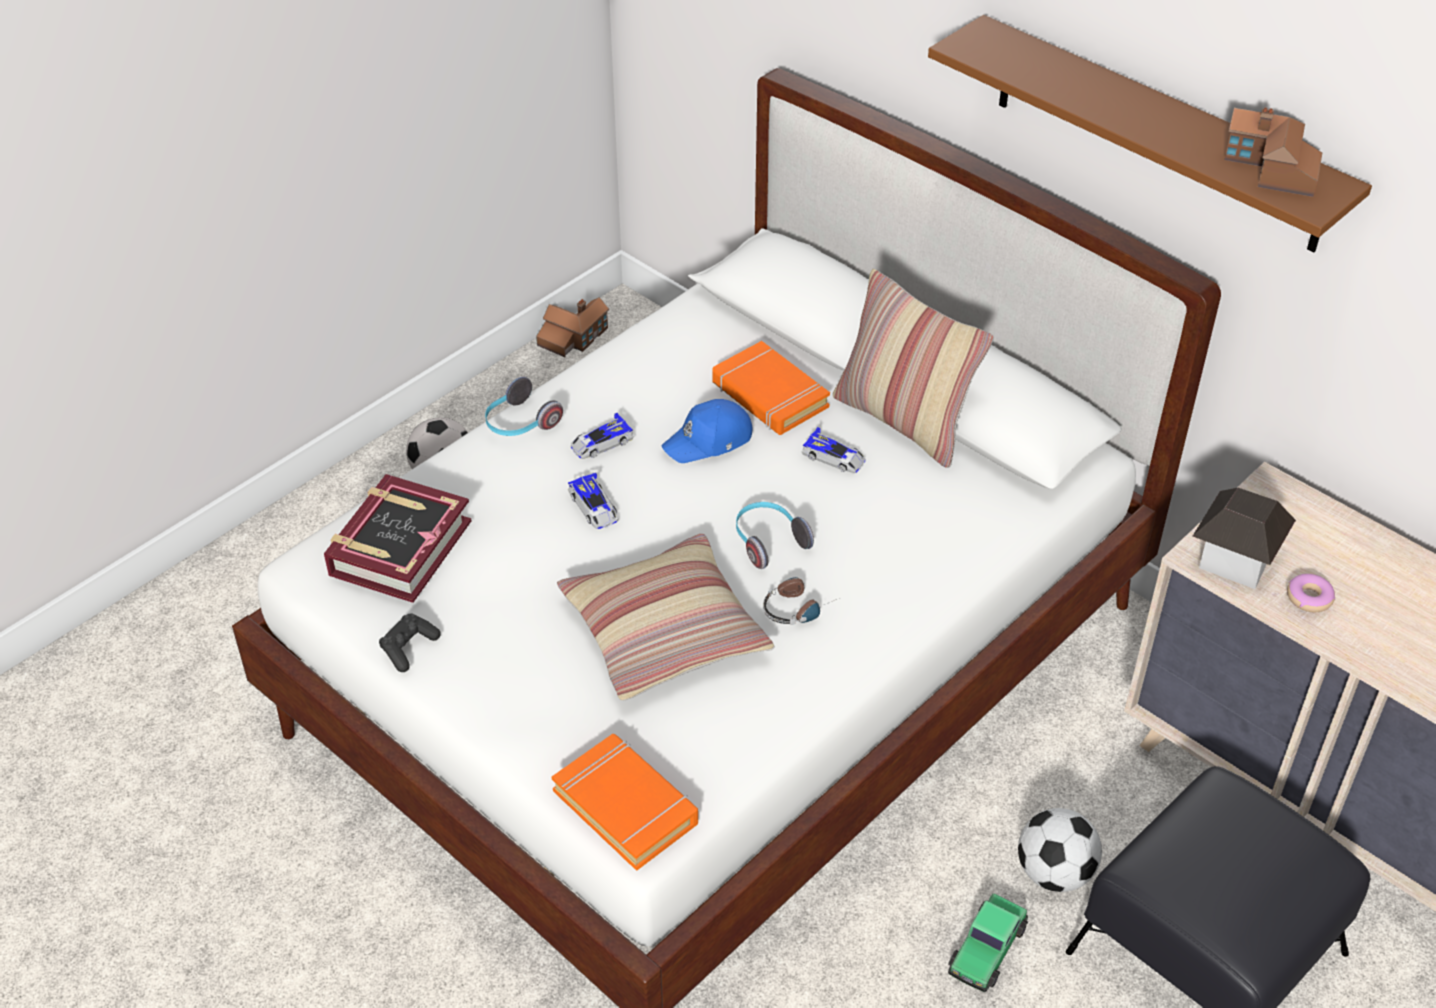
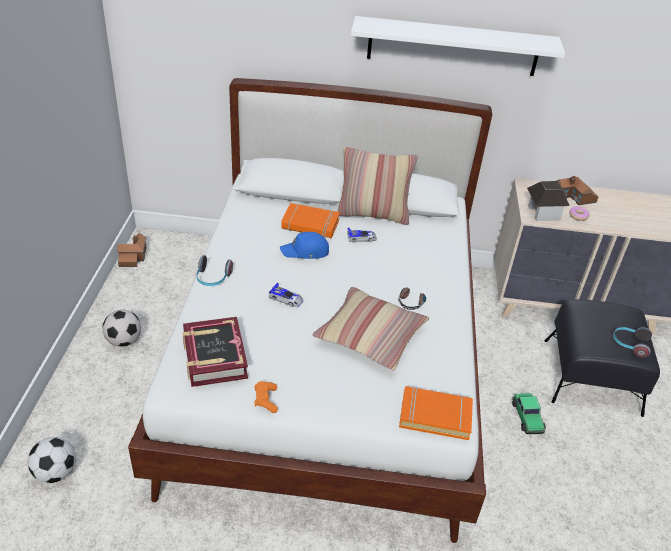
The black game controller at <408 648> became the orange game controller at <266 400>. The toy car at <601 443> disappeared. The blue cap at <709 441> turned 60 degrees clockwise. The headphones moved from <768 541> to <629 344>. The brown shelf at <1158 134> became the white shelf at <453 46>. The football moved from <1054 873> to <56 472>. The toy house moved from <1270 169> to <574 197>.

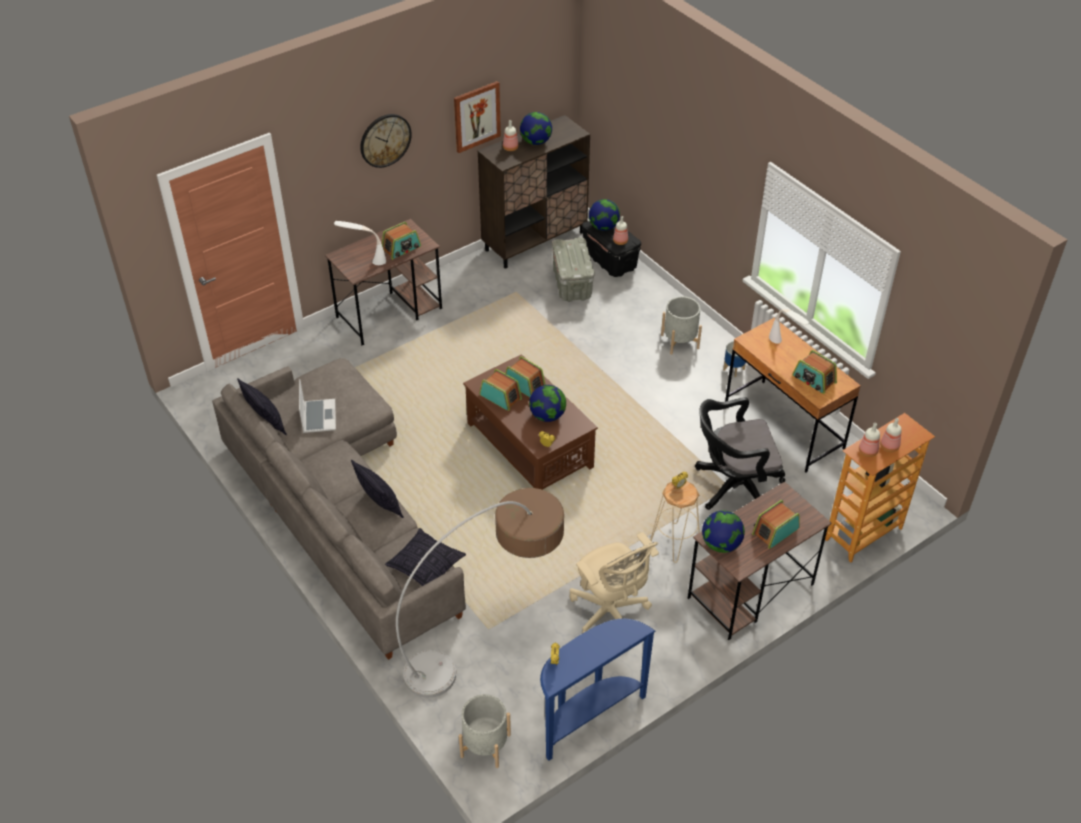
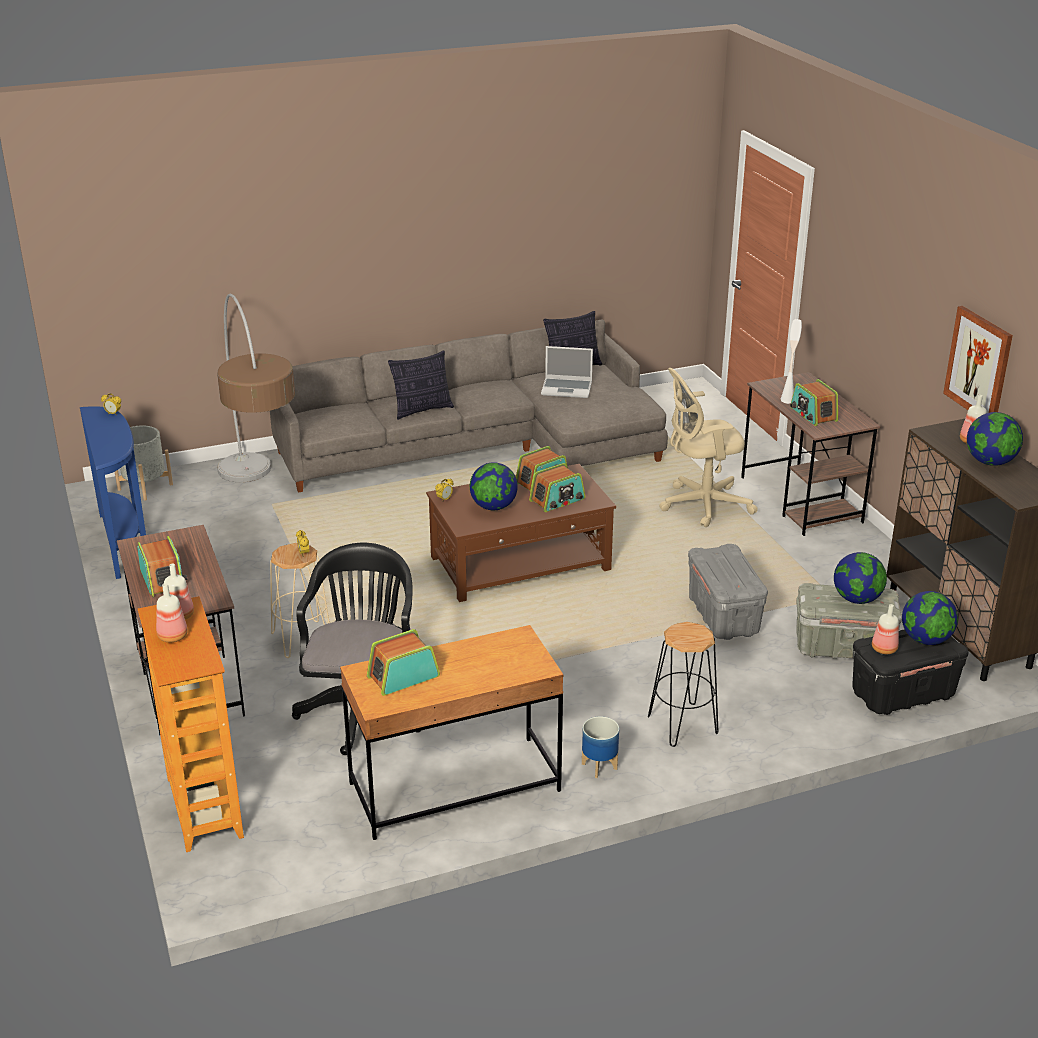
The wall clock at <385 140> disappeared. The pillow at <425 566> disappeared. The beige office chair moved from <611 614> to <701 505>. The grey planter at <680 341> was replaced by the black stool at <682 725>. The globe moved from <721 544> to <857 599>. The white table lamp at <785 349> disappeared. The grey storage box at <722 615> appeared.

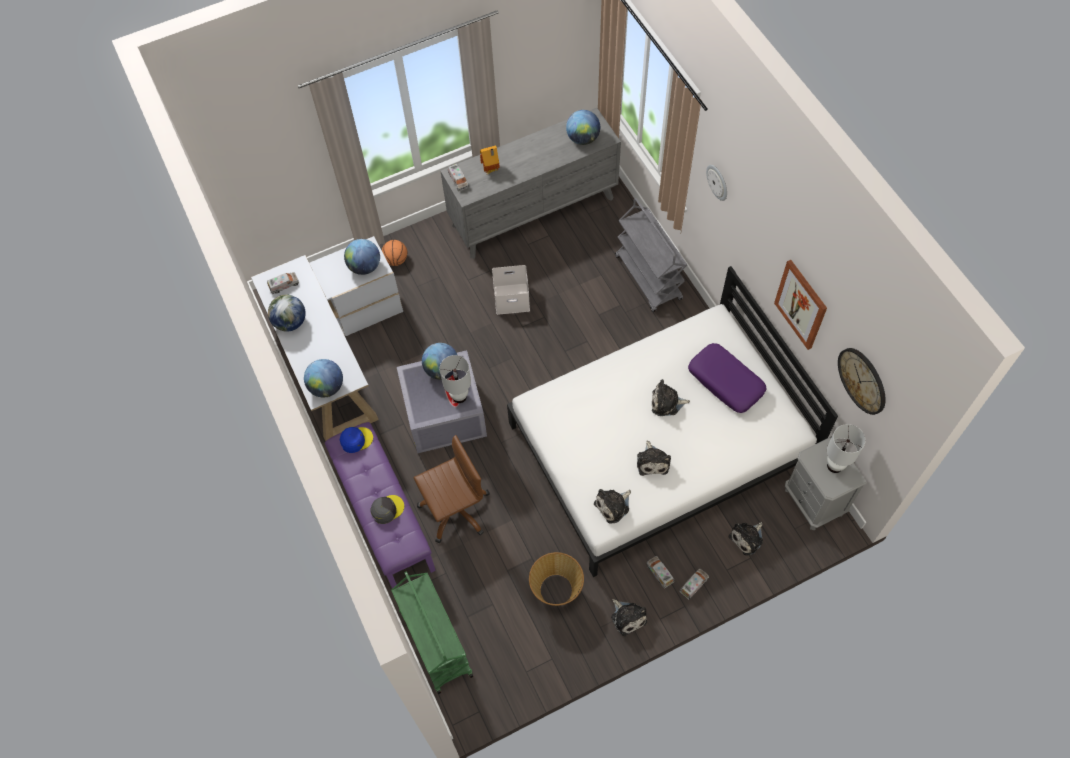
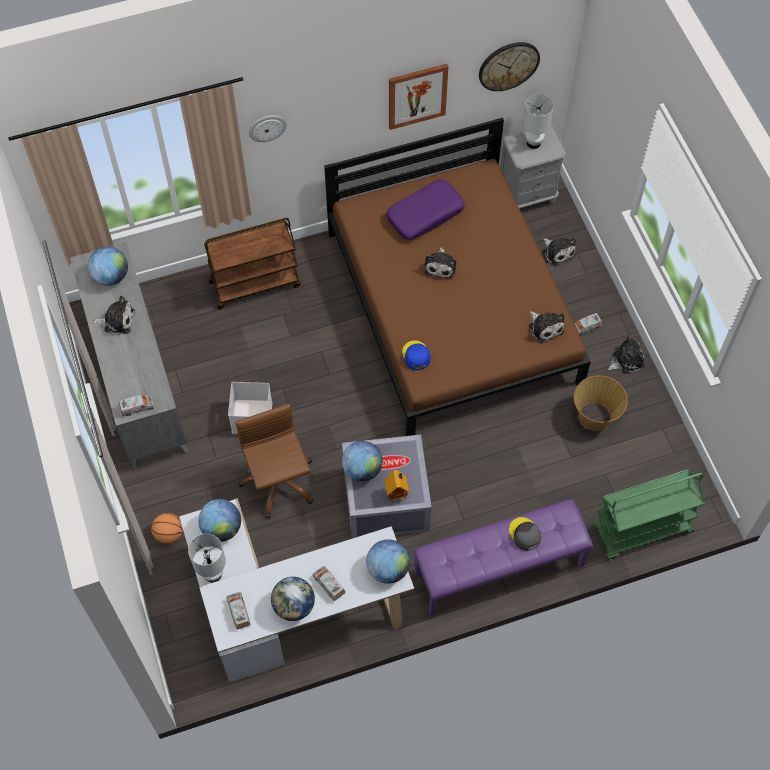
The blue cap moved from <356 440> to <416 356>. The brown office chair moved from <455 509> to <278 482>. The white table lamp moved from <460 396> to <213 574>. The toy house moved from <491 170> to <397 494>. The white bed at <659 445> became the brown bed at <453 305>. The grey cart at <648 278> became the brown cart at <255 283>. The plush toy moved from <652 461> to <117 320>. The toy truck moved from <693 585> to <329 585>.

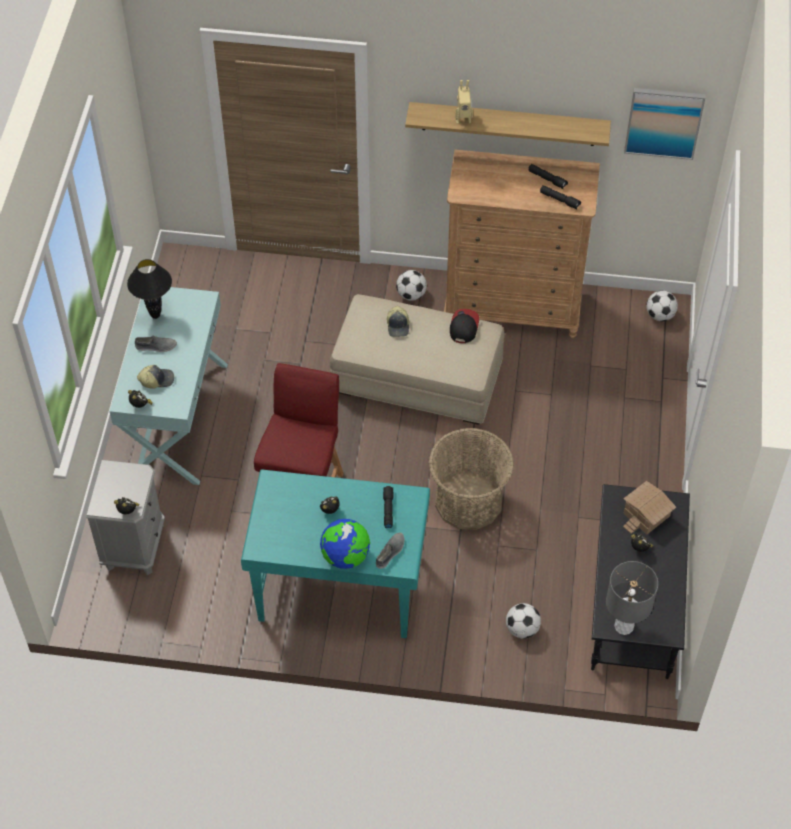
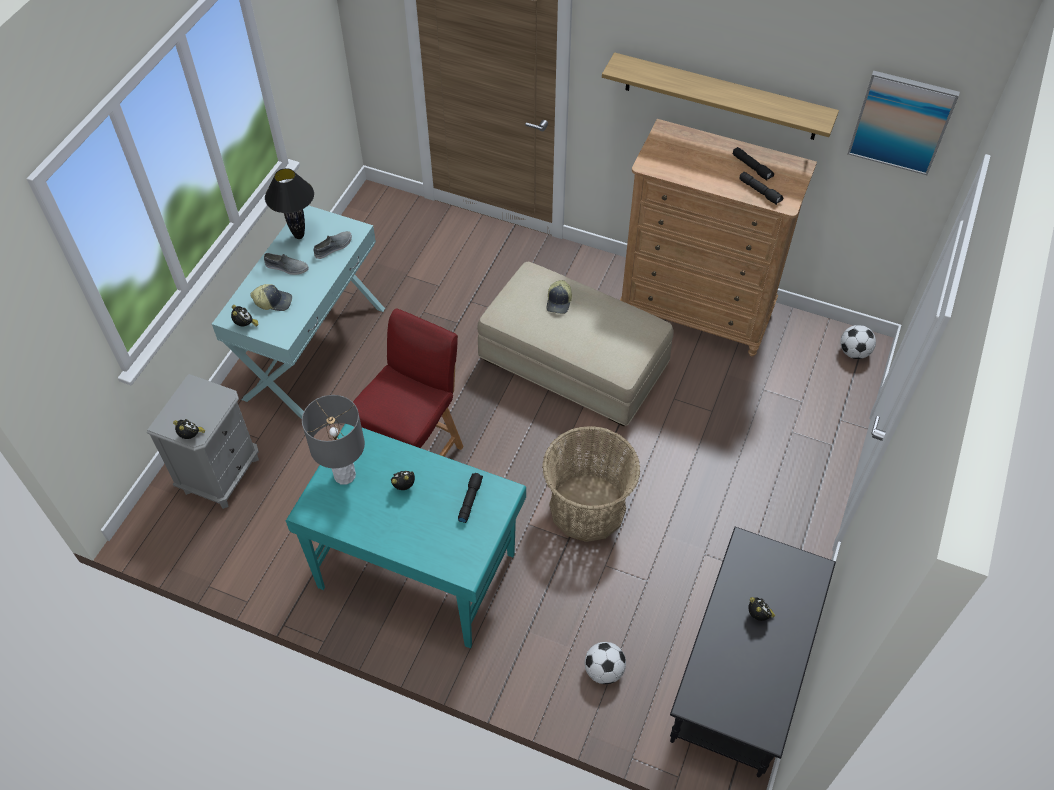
The globe at <345 556> disappeared. The grey shoe moved from <390 552> to <334 247>. The football at <411 295> disappeared. The cap at <463 327> disappeared. The toy robot at <463 118> disappeared. The grey table lamp moved from <624 626> to <345 475>. The toy house at <646 514> disappeared.

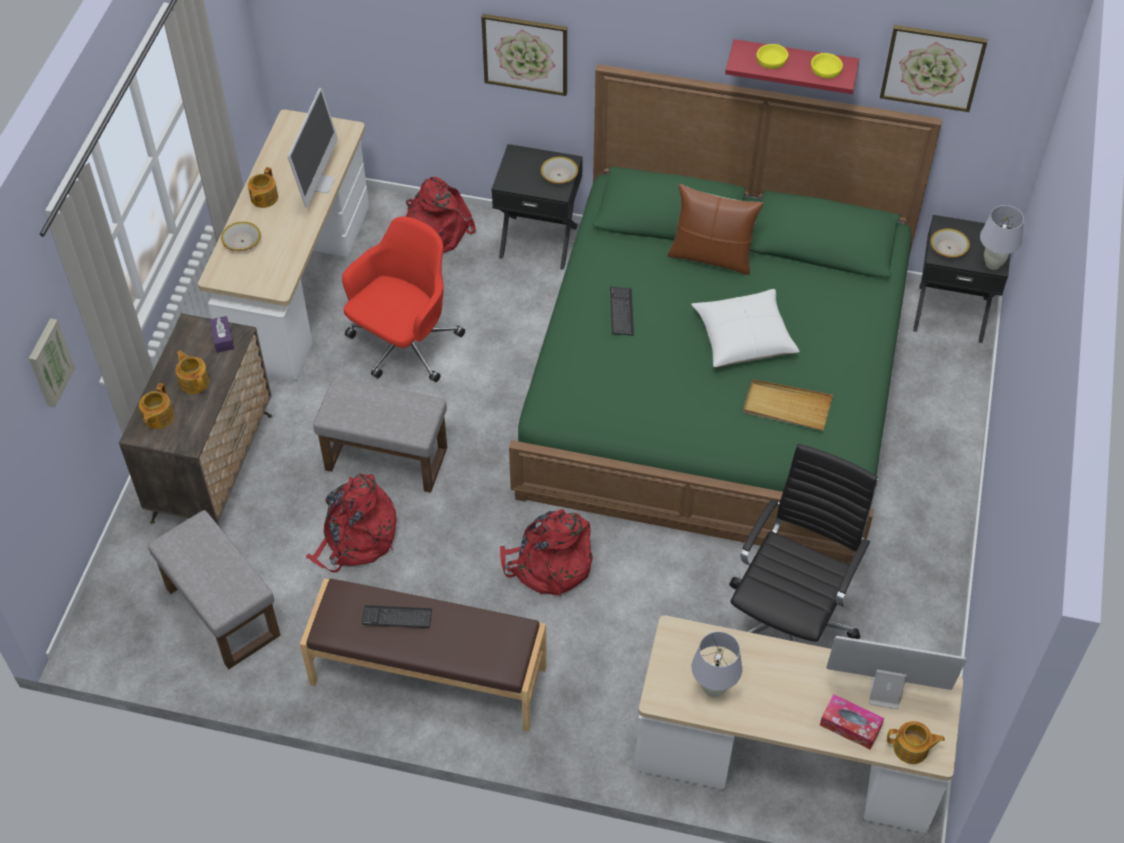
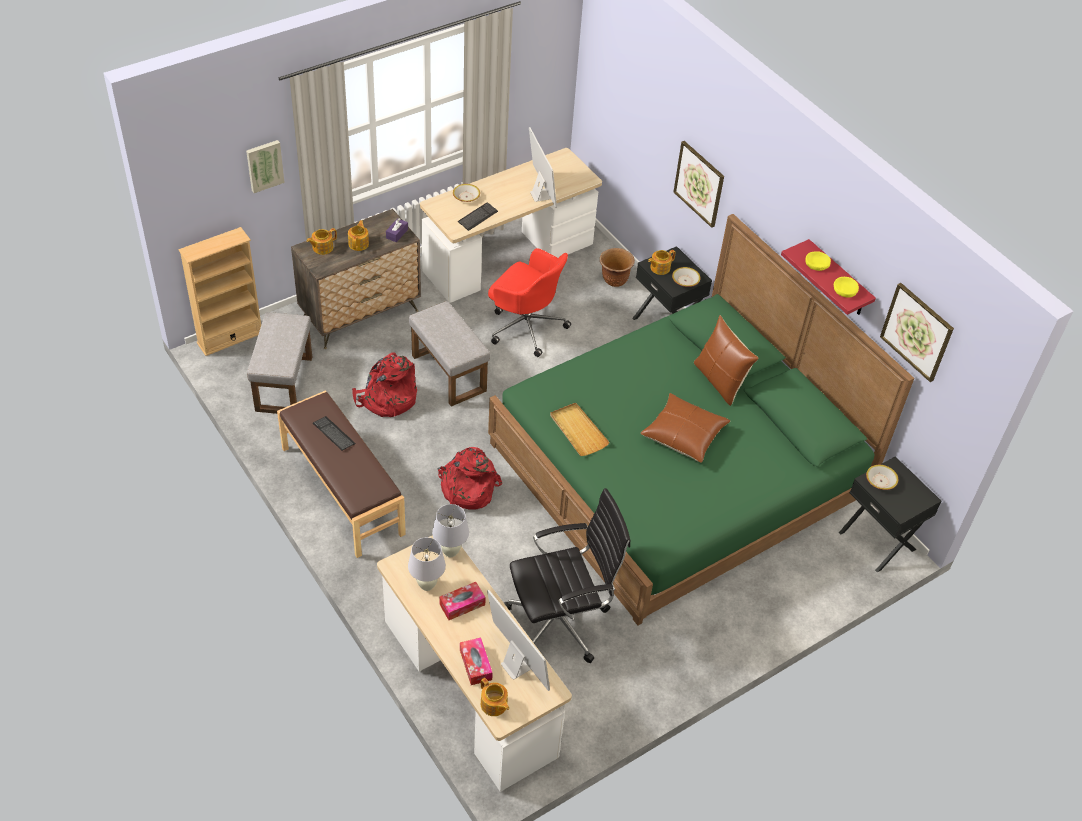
The teapot moved from <263 198> to <659 268>. The monitor at <319 183> turned 75 degrees counterclockwise. The red office chair at <404 346> turned 45 degrees clockwise. The red backpack at <435 229> was replaced by the brown planter at <614 280>. The keyboard moved from <621 312> to <477 217>. The white pillow at <743 337> became the brown pillow at <684 435>. The beige tray moved from <786 407> to <578 431>. The white table lamp moved from <993 264> to <450 552>. The beige bookcase at <230 338> appeared. The tissue box at <462 604> appeared.

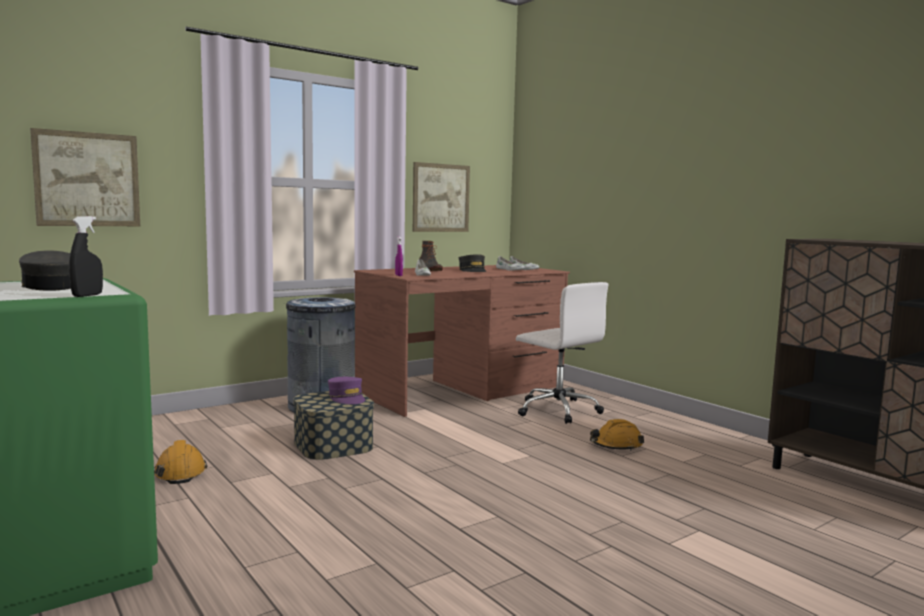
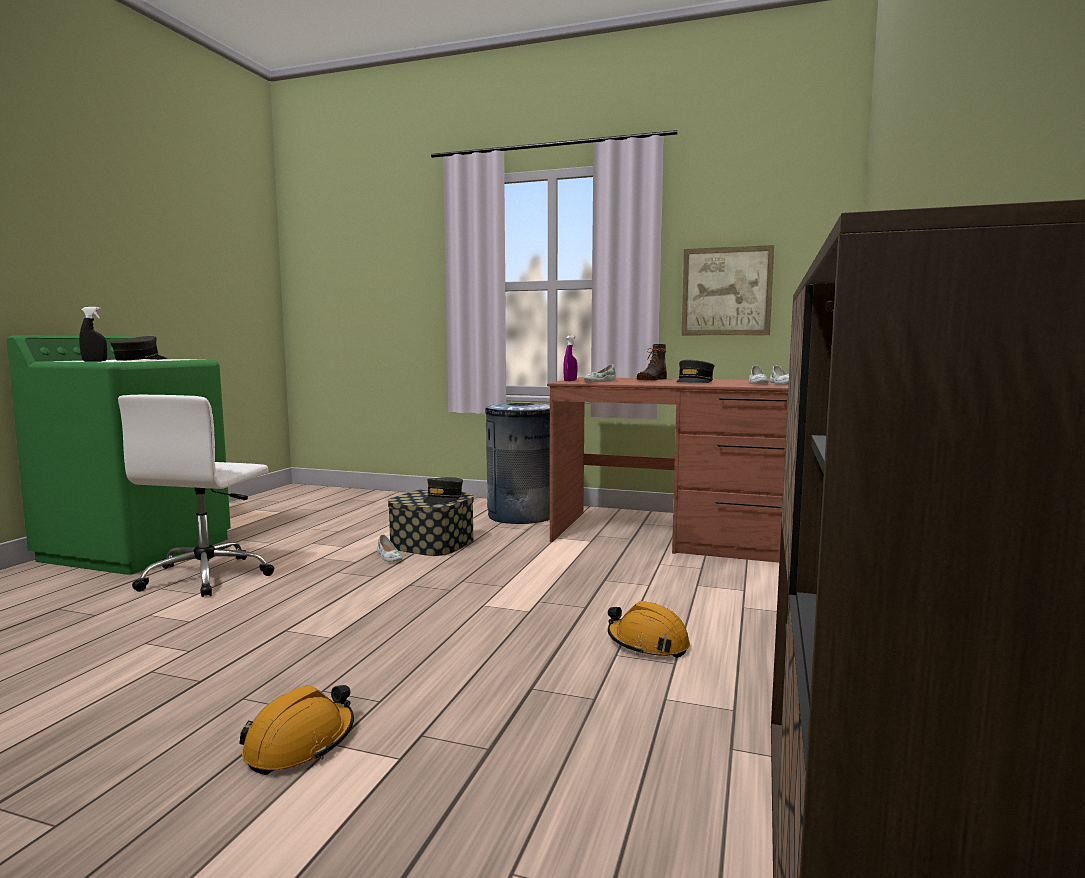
The picture at <87 179> disappeared. The orange hard hat moved from <180 472> to <300 744>. The purple cap at <347 398> became the grey cap at <443 498>. The white office chair moved from <557 410> to <208 576>. The white shoe at <388 557> appeared.

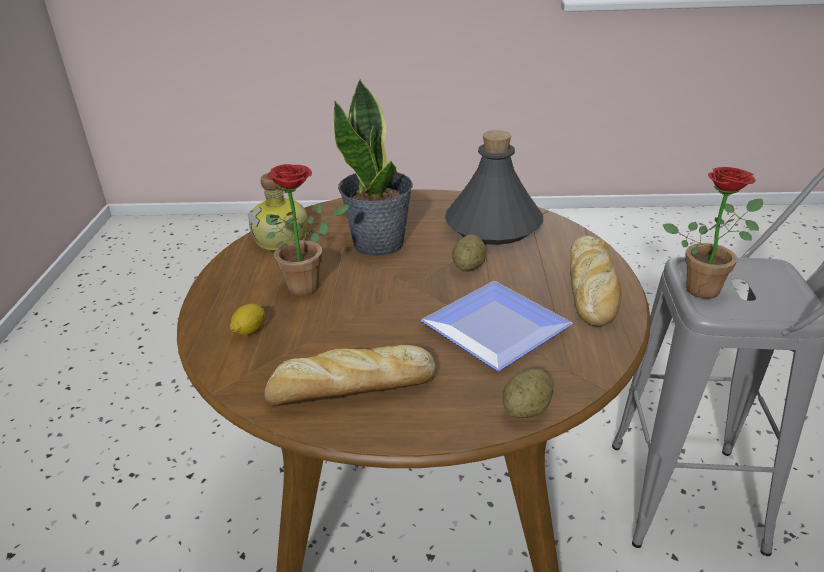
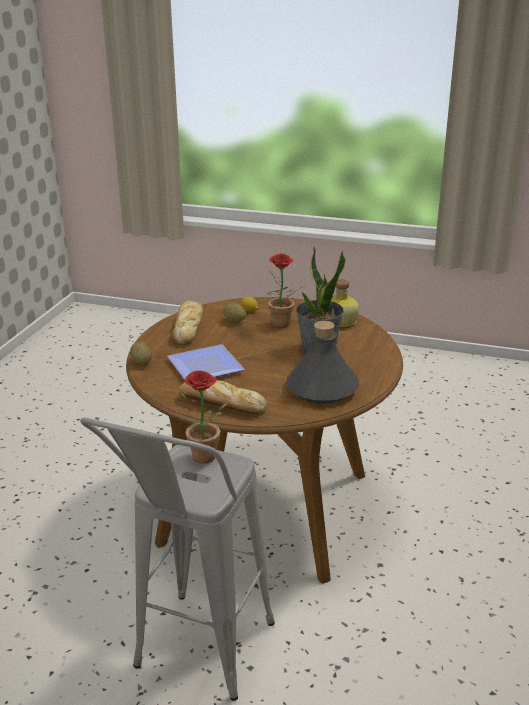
The potato moved from <469 267> to <234 321>.

